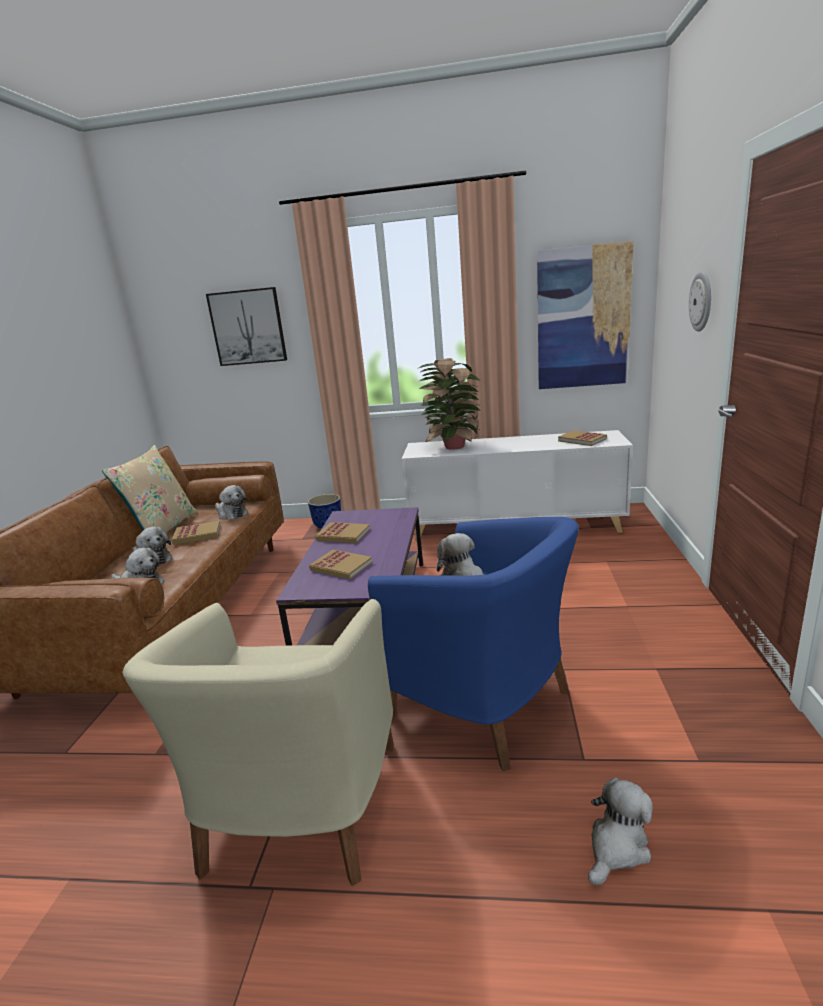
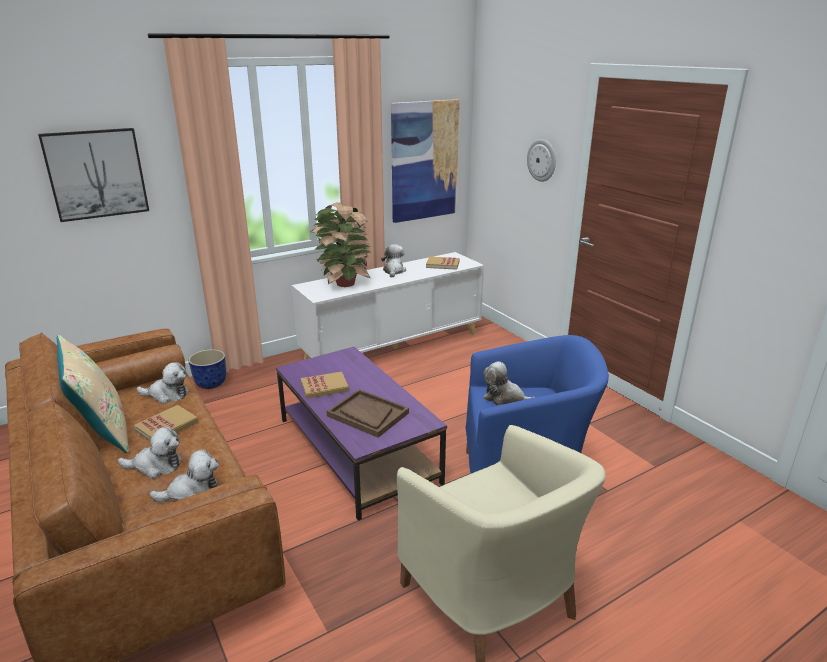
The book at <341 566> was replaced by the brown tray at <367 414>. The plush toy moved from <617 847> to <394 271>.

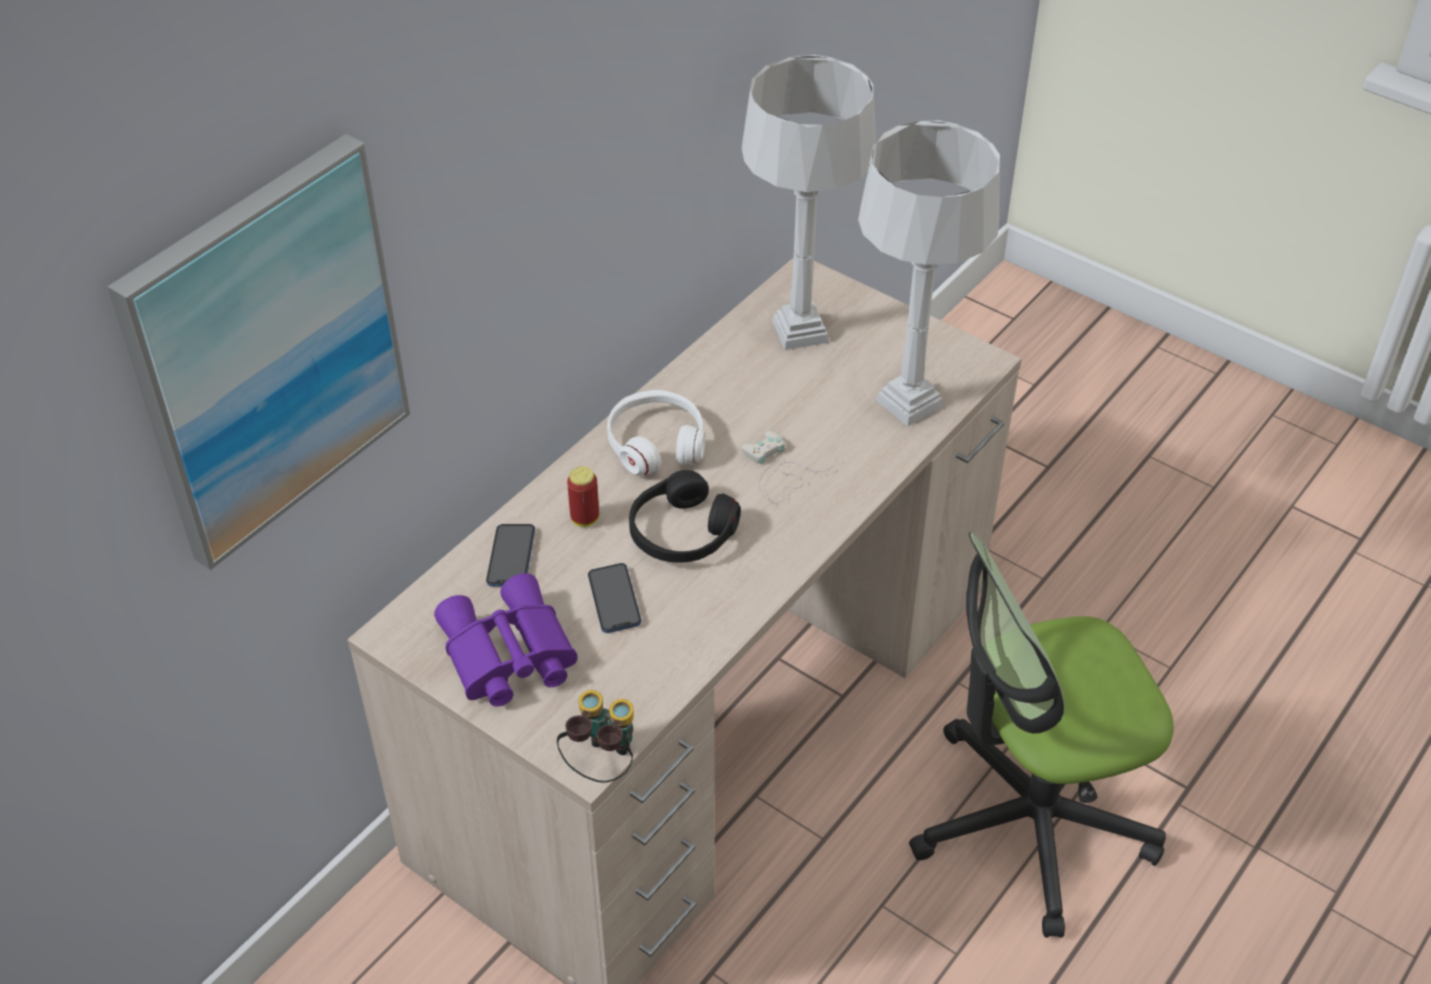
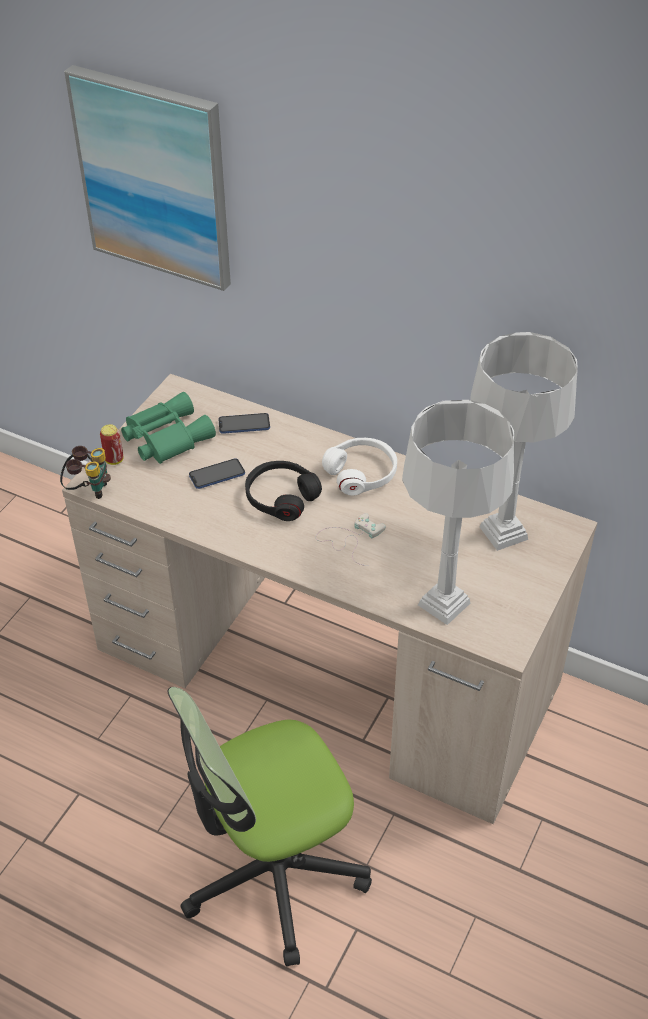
The purple binoculars at <506 656> became the green binoculars at <165 436>. The can moved from <585 518> to <114 460>. The office chair at <1030 822> turned 90 degrees counterclockwise.

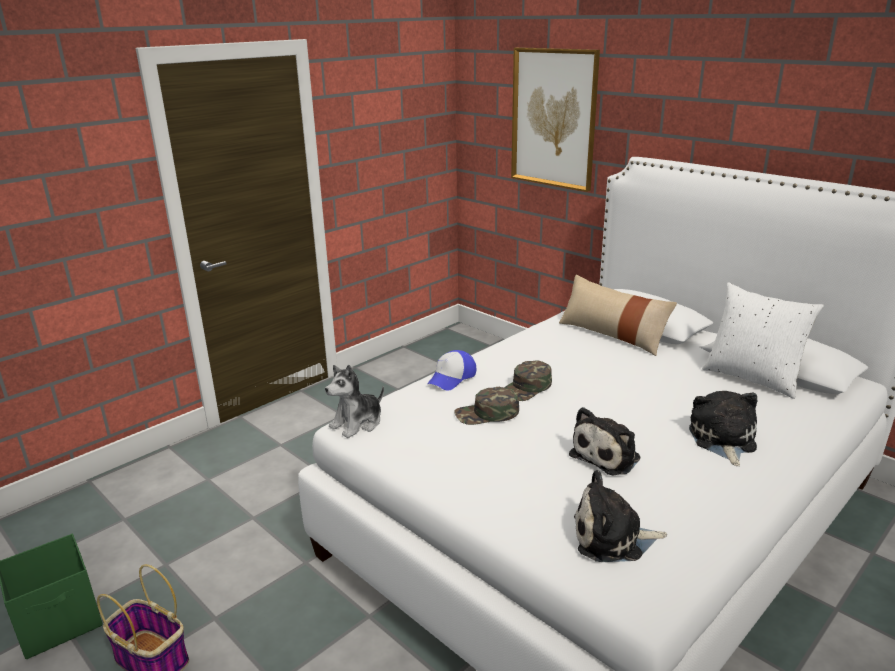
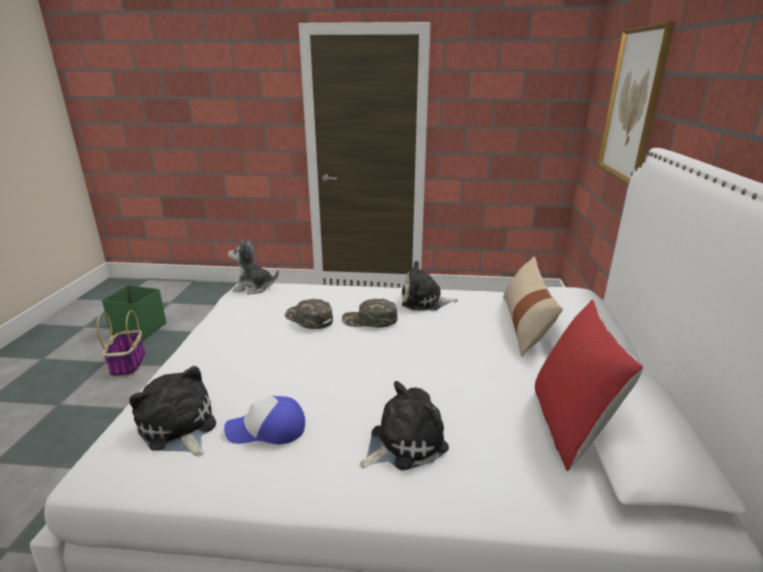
The cap moved from <452 378> to <267 429>. The plush toy moved from <608 455> to <424 301>. The white pillow at <752 378> became the red pillow at <570 426>.

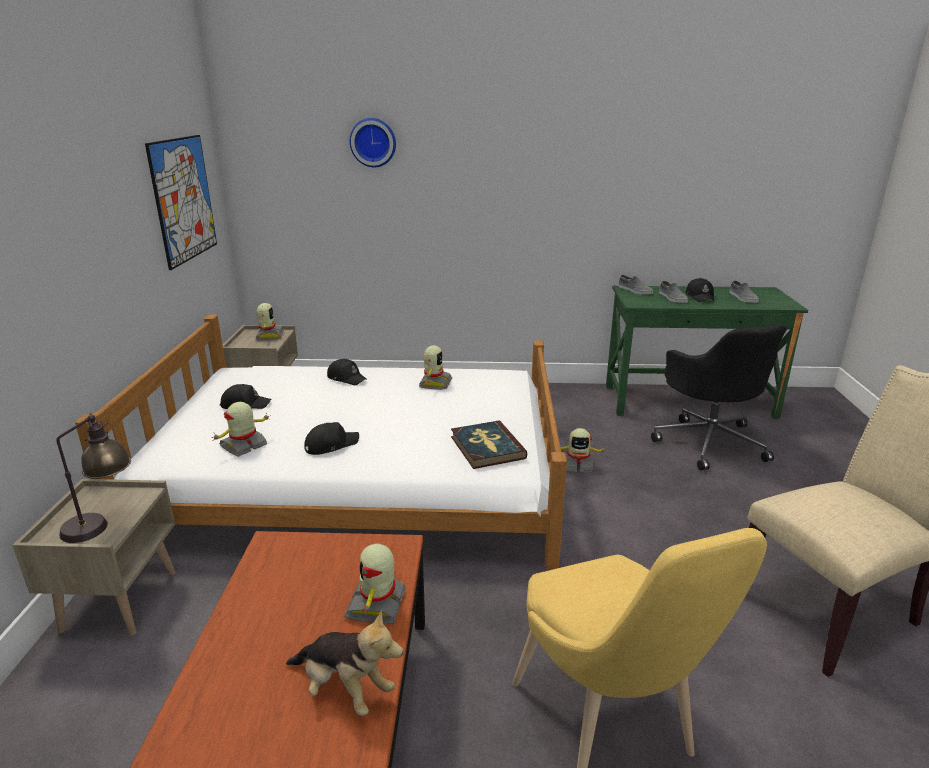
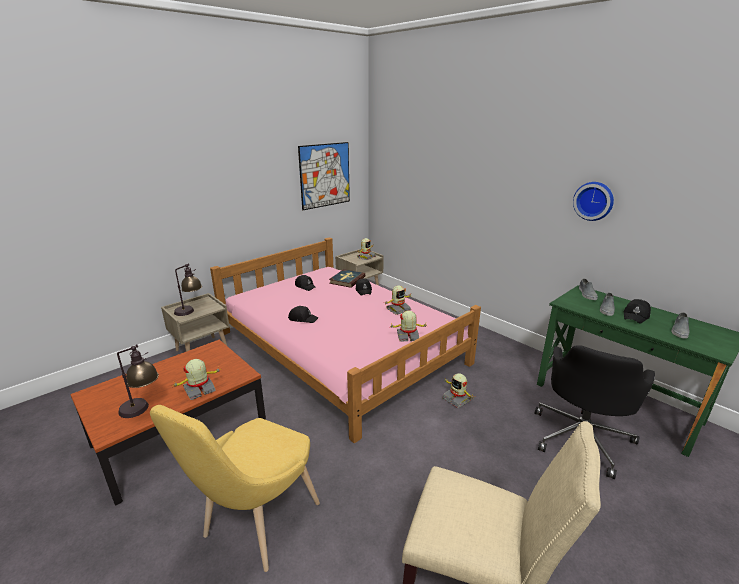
The white bed at <362 478> became the pink bed at <340 347>. The toy robot moved from <244 446> to <408 337>. The plush toy at <344 689> was replaced by the table lamp at <143 410>. The wall clock moved from <373 142> to <594 201>. The book moved from <487 447> to <347 280>.

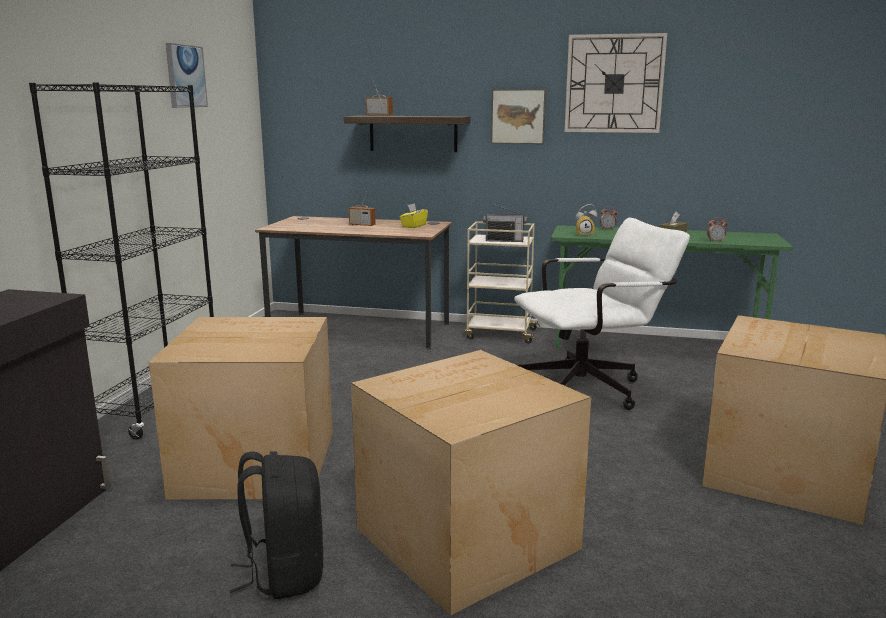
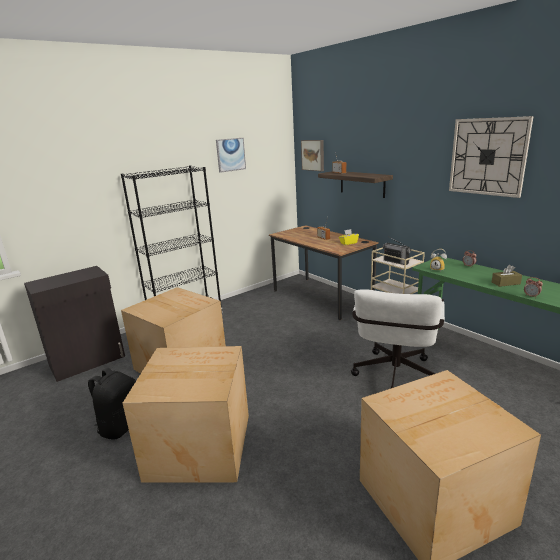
The picture moved from <518 116> to <313 155>. The white office chair at <591 388> turned 90 degrees clockwise.

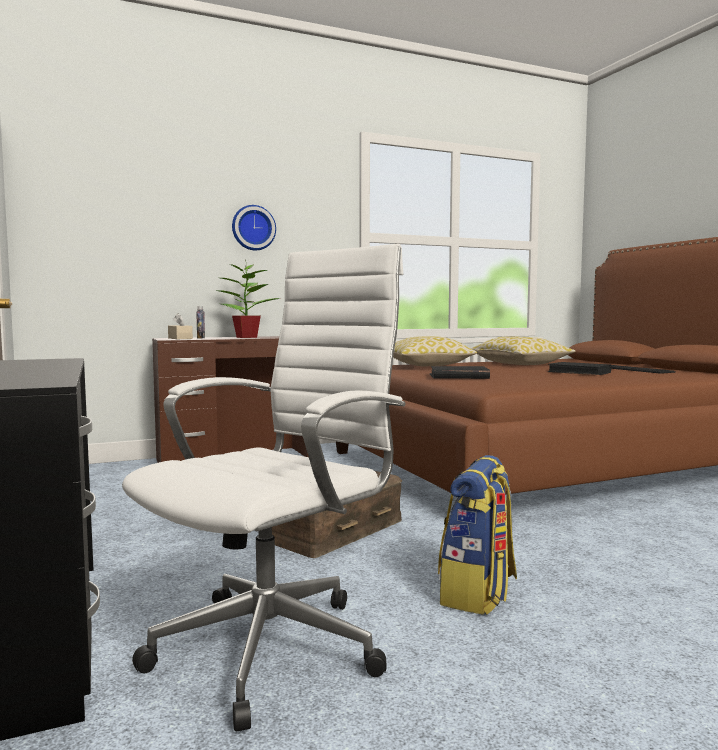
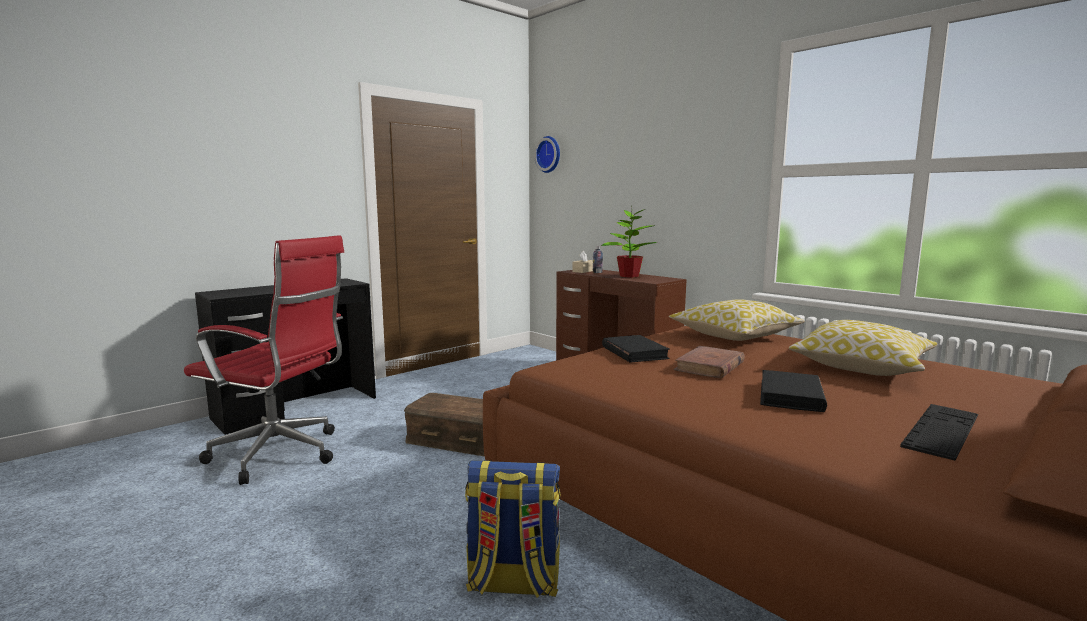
The white office chair at <277 645> became the red office chair at <281 455>. The wall clock moved from <253 228> to <549 154>. The backpack moved from <478 593> to <513 583>. The brown book at <709 366> appeared.

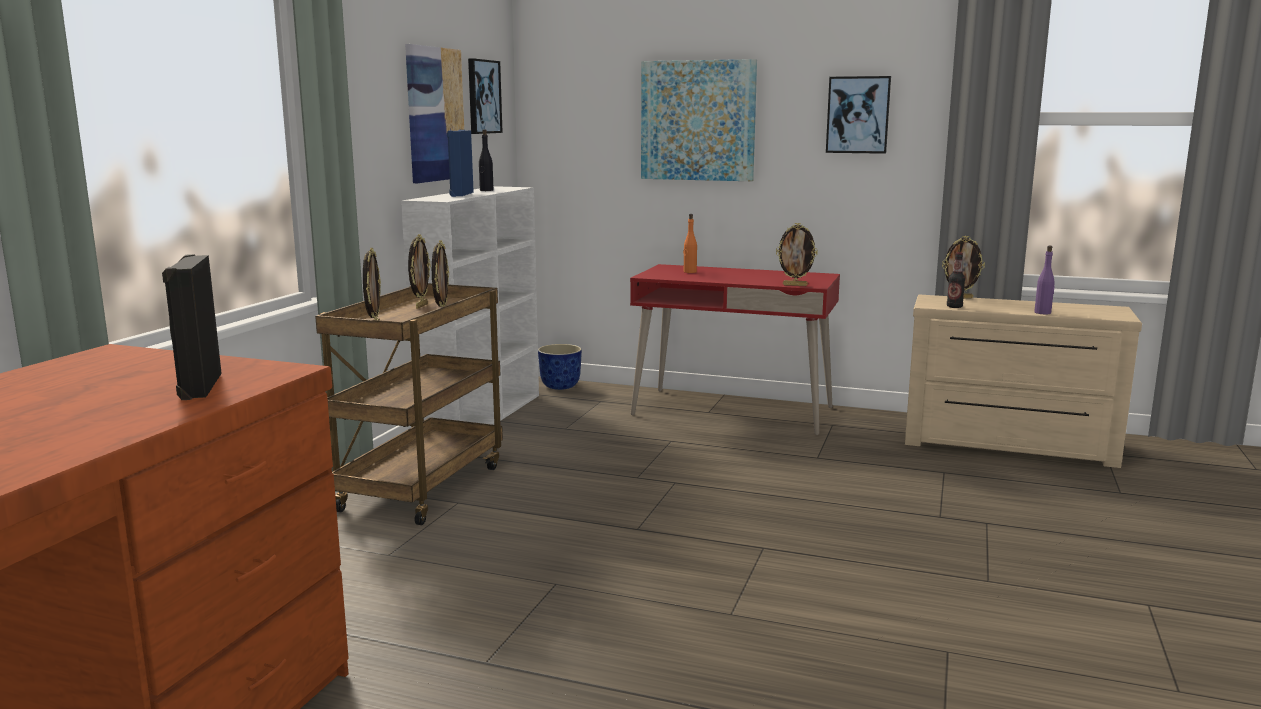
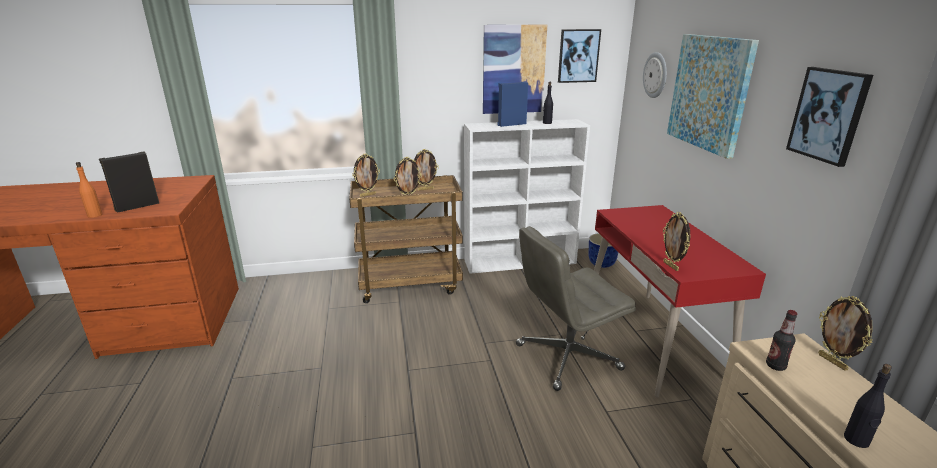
The orange bottle moved from <689 272> to <94 215>. The purple bottle at <1043 313> became the black bottle at <856 440>. The grey office chair at <567 357> appeared. The wall clock at <655 75> appeared.

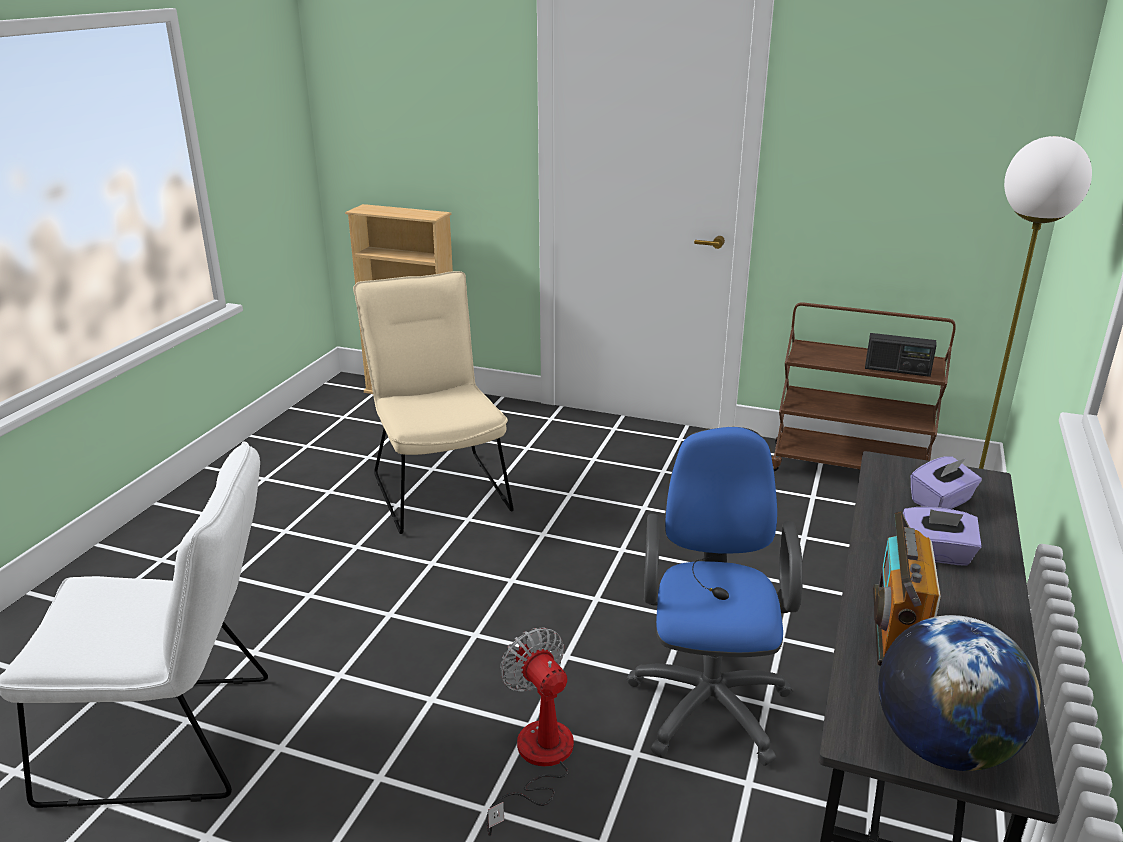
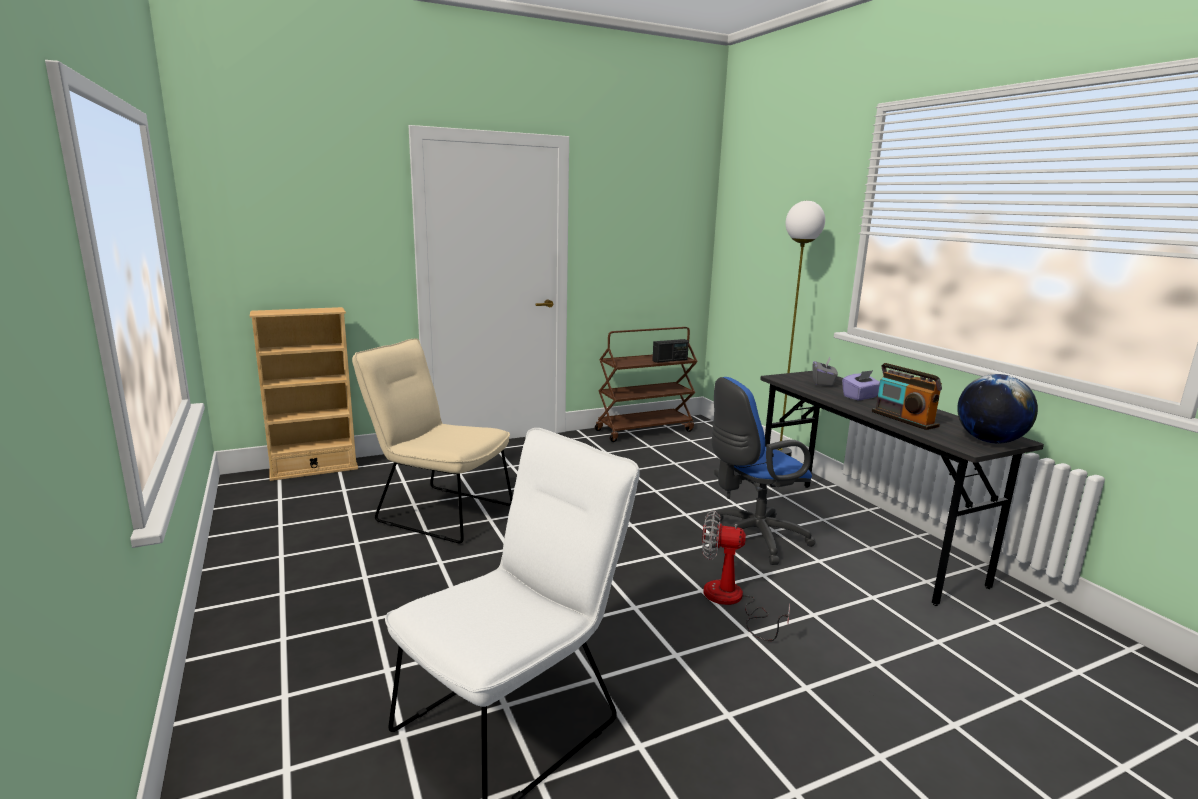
The blue office chair at <709 699> turned 75 degrees counterclockwise. The purple tissue box at <941 502> became the grey tissue box at <823 383>.

